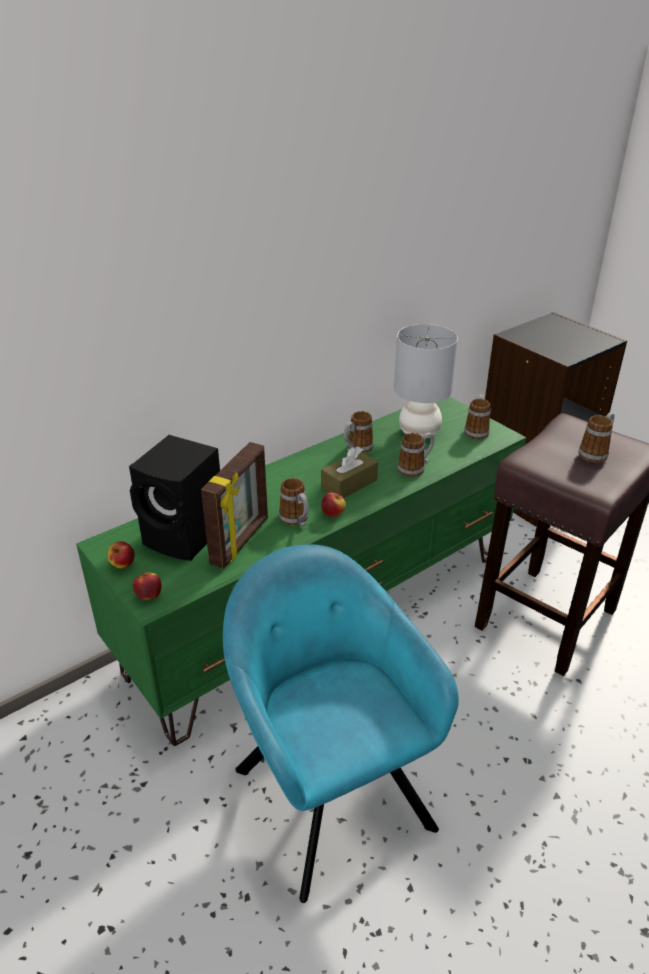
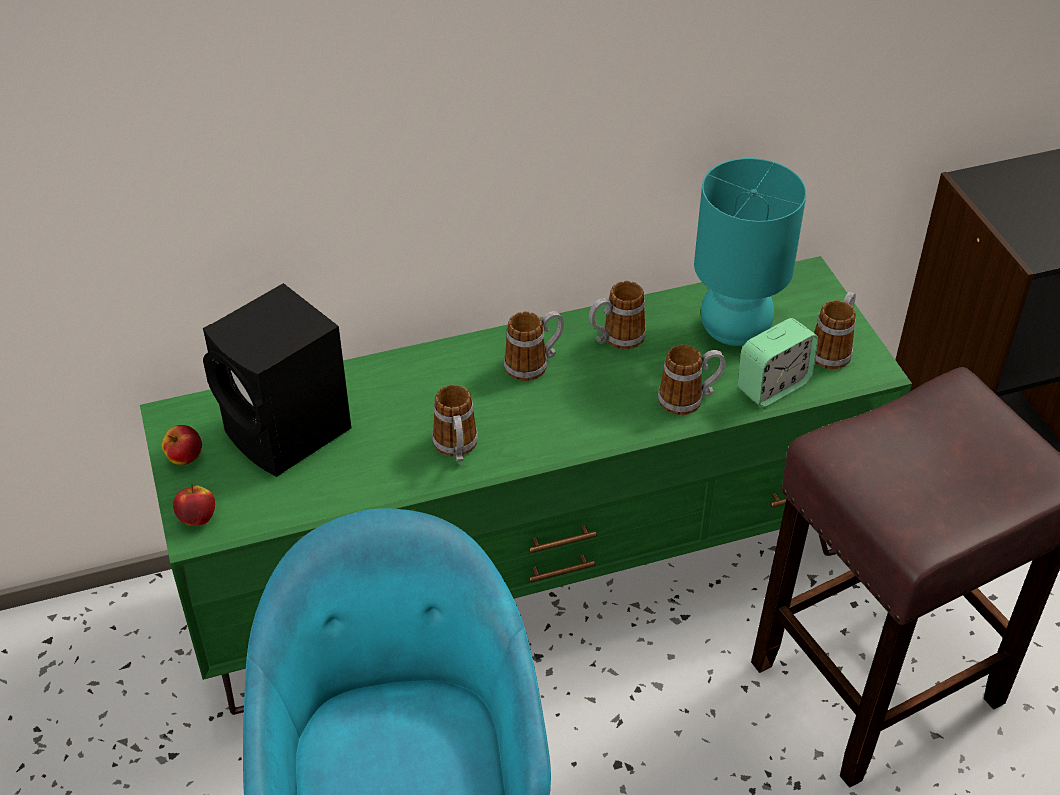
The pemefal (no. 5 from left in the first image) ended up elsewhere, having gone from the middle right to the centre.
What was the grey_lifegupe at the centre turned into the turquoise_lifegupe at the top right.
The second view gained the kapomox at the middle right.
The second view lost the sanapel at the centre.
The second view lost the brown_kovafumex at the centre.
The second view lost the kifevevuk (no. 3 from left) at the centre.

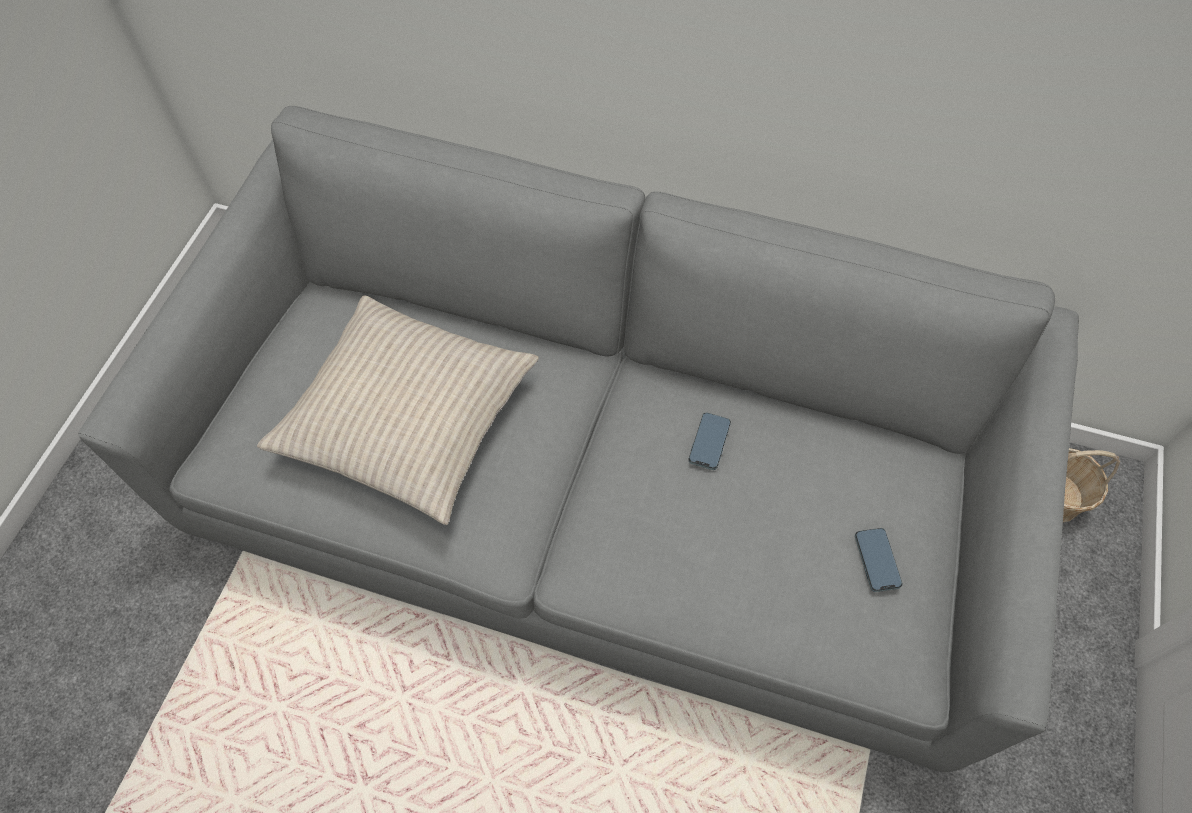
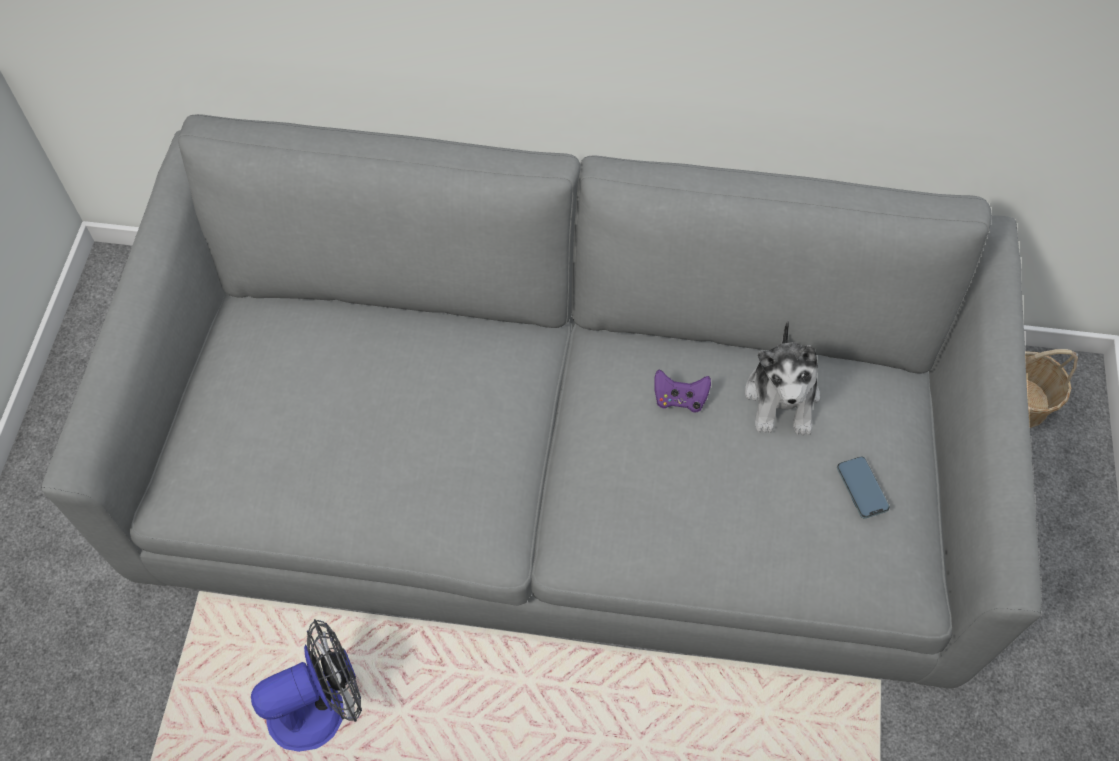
The second view gained the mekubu at the bottom left.
Where the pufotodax (no. 1 from left) stood at the centre, the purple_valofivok came to stand at the centre.
The second view gained the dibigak at the middle right.
The second view lost the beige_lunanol at the centre.

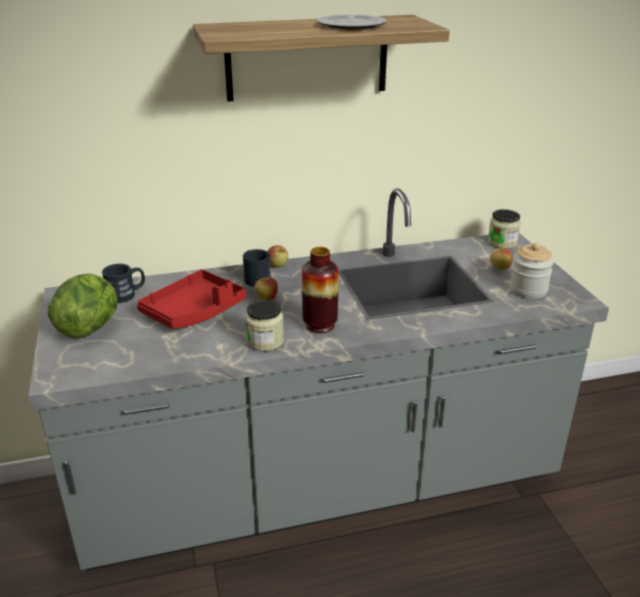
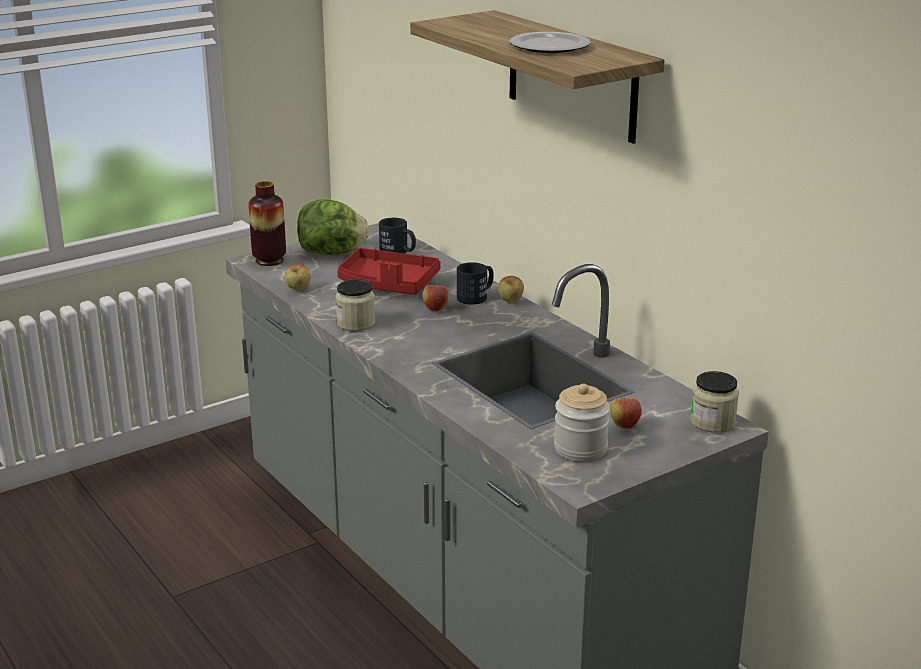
The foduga ended up elsewhere, having gone from the centre to the middle left.
The second view gained the kifevevuk (no. 1 from left) at the middle left.

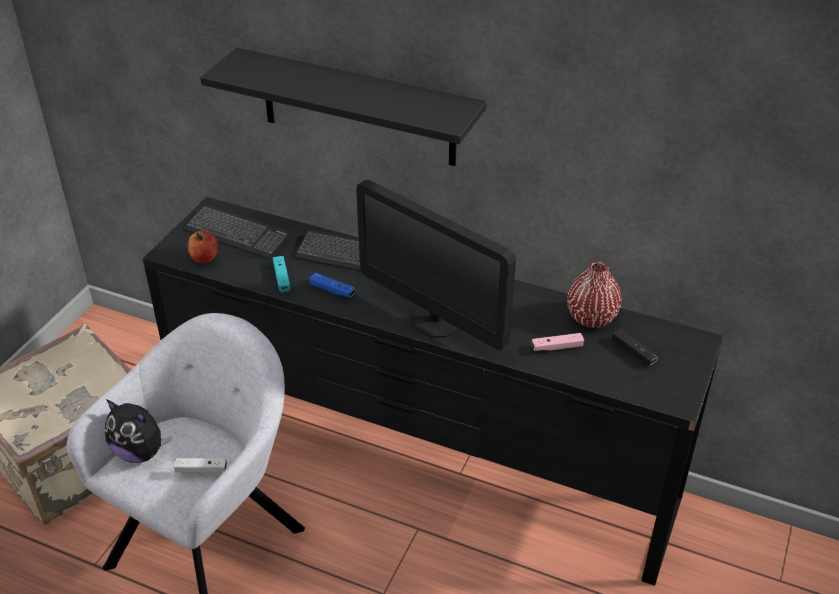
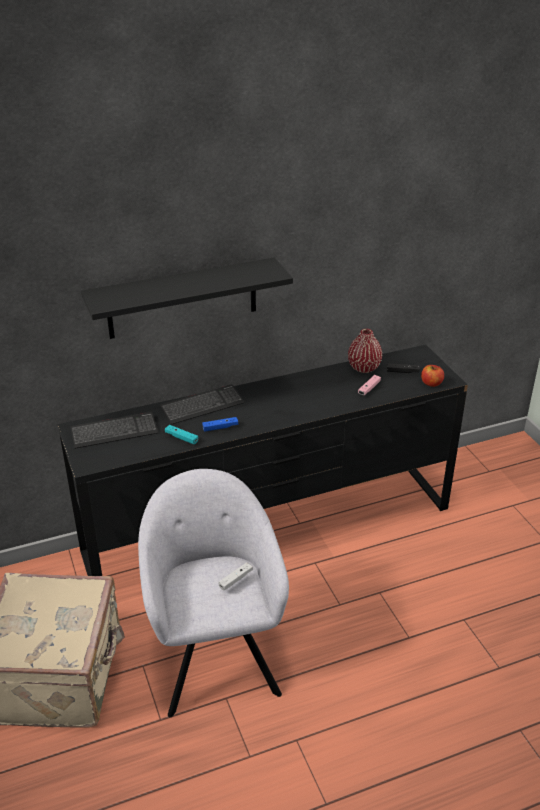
The kifevevuk ended up elsewhere, having gone from the middle left to the middle right.
The second view lost the dibigak at the bottom left.
The second view lost the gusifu at the centre.

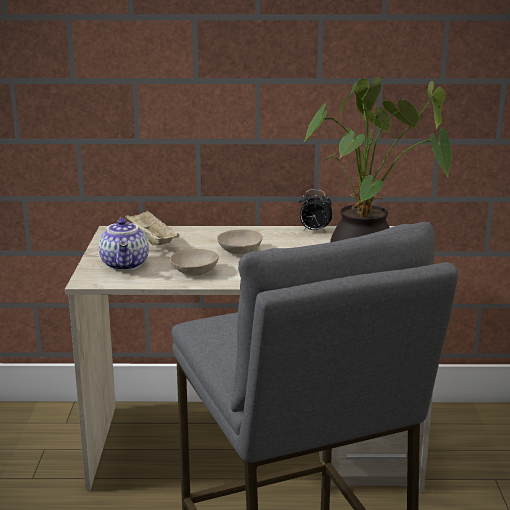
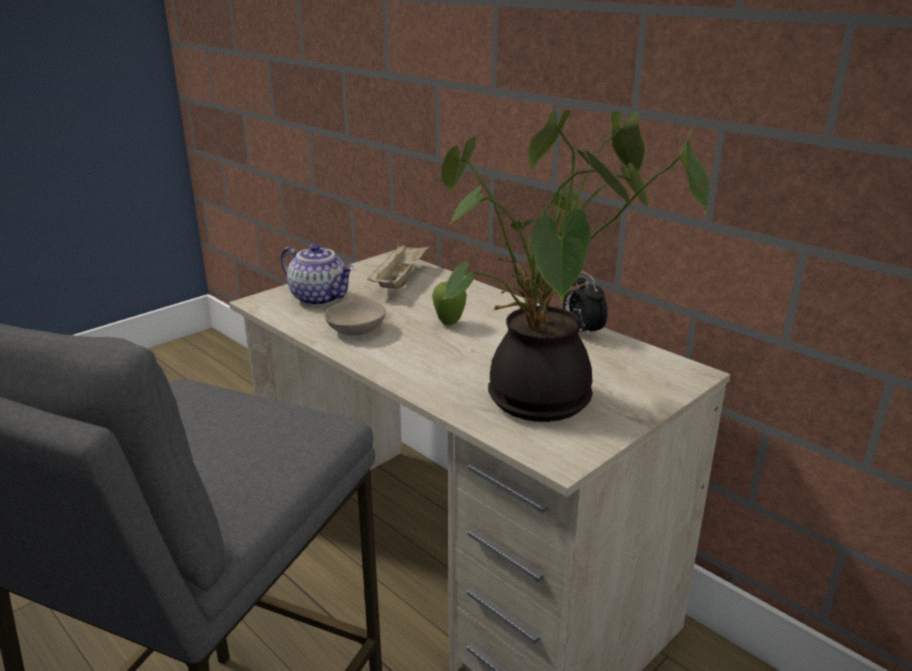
The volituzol at the middle left ended up facing another way, 90 degrees counterclockwise from before.
Where the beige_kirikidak (no. 2 from left) stood at the centre, the kifevevuk came to stand at the centre.

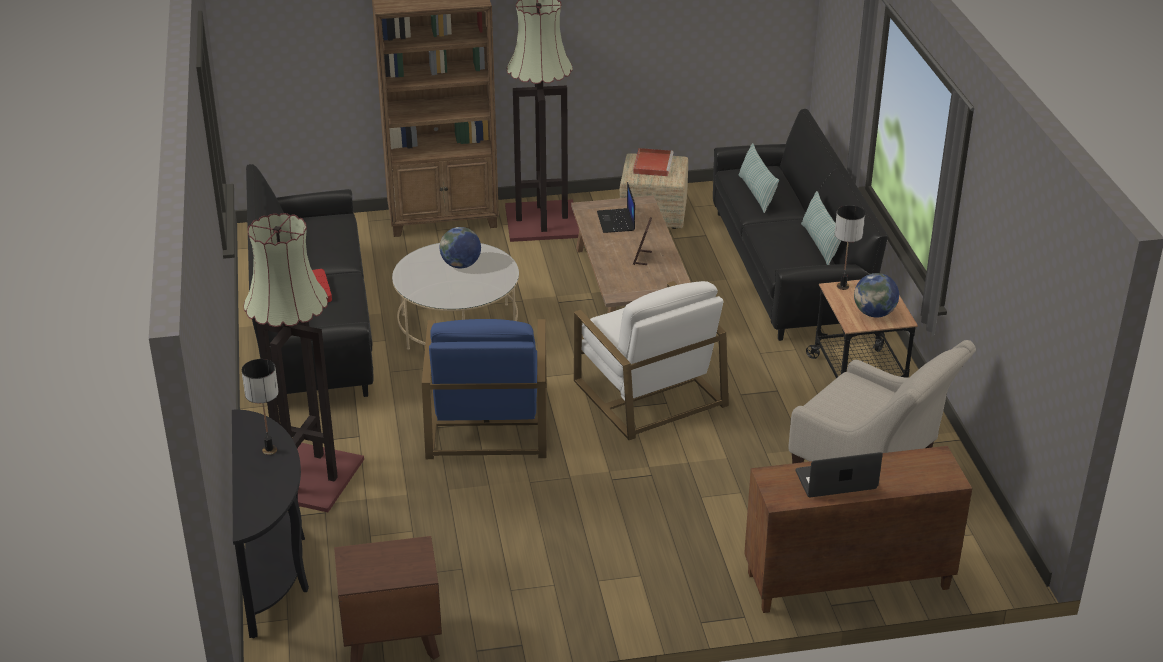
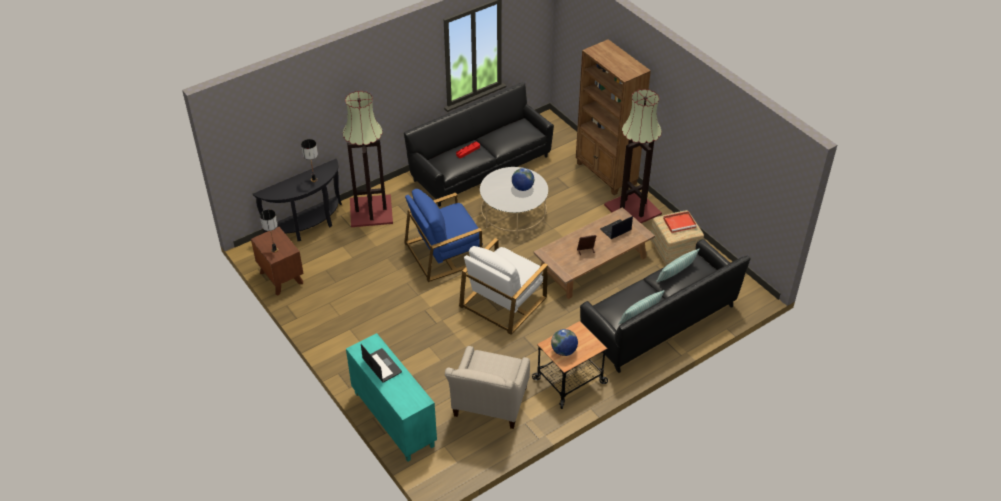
The lifegupe (no. 2 from left in the first image) ended up elsewhere, having gone from the middle right to the middle left.
What was the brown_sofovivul at the bottom right turned into the turquoise_sofovivul at the bottom centre.

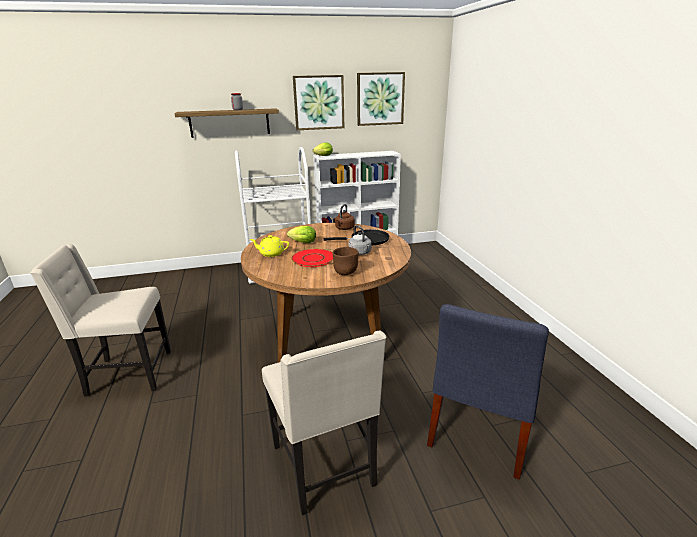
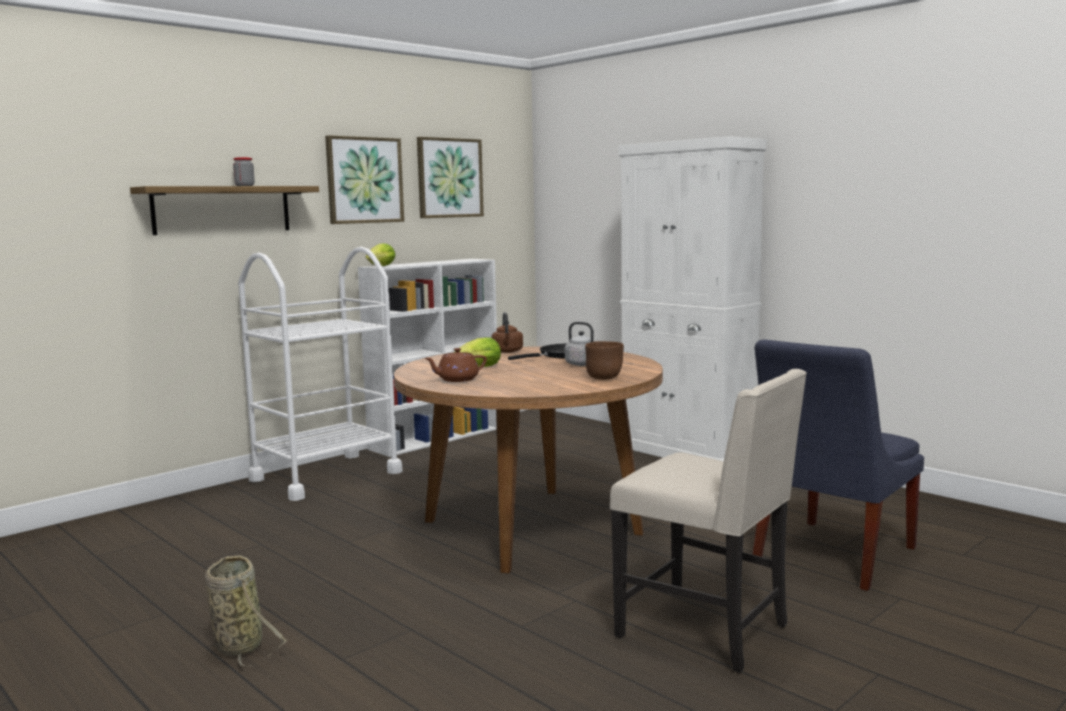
Where the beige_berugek (no. 1 from left) stood at the middle left, the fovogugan came to stand at the bottom left.
What was the yellow_volituzol at the centre turned into the brown_volituzol at the centre.
The second view gained the white_sofovivul at the centre.
The blue_berugek at the bottom right ended up facing another way, 45 degrees clockwise from before.
The second view lost the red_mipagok at the centre.

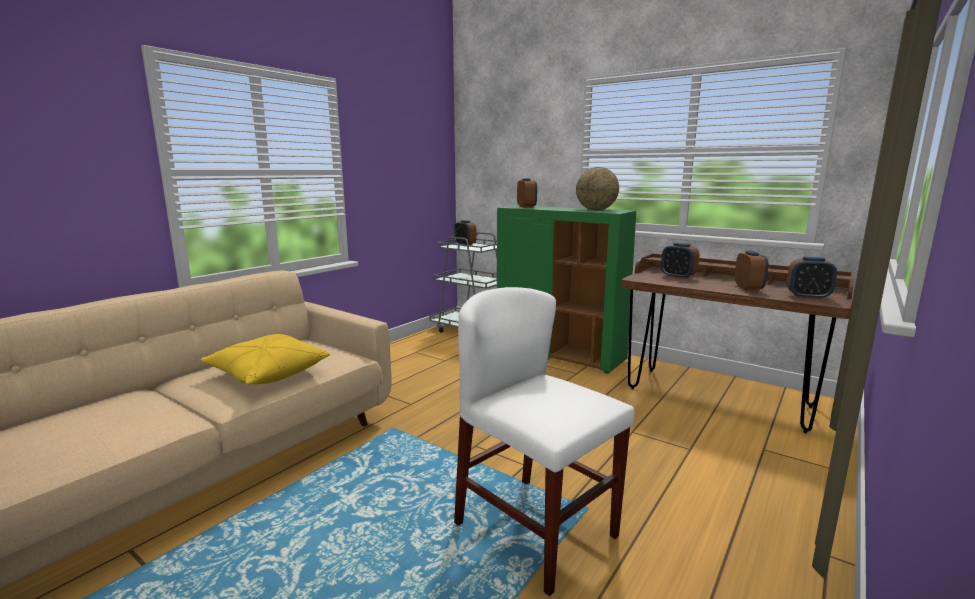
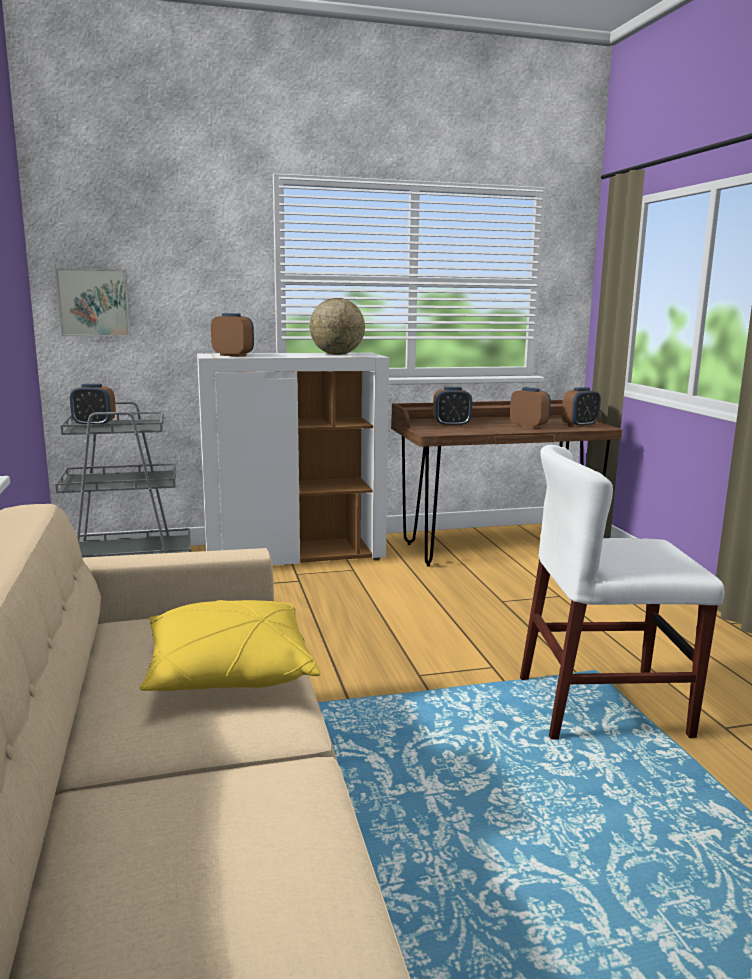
The second view gained the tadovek at the top left.
What was the green_sofovivul at the centre turned into the white_sofovivul at the centre.

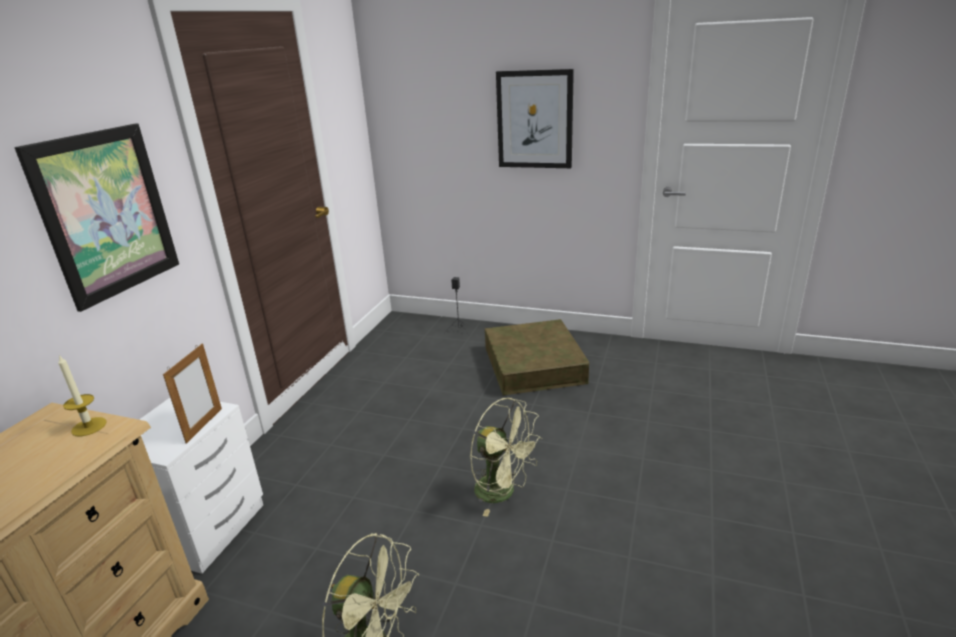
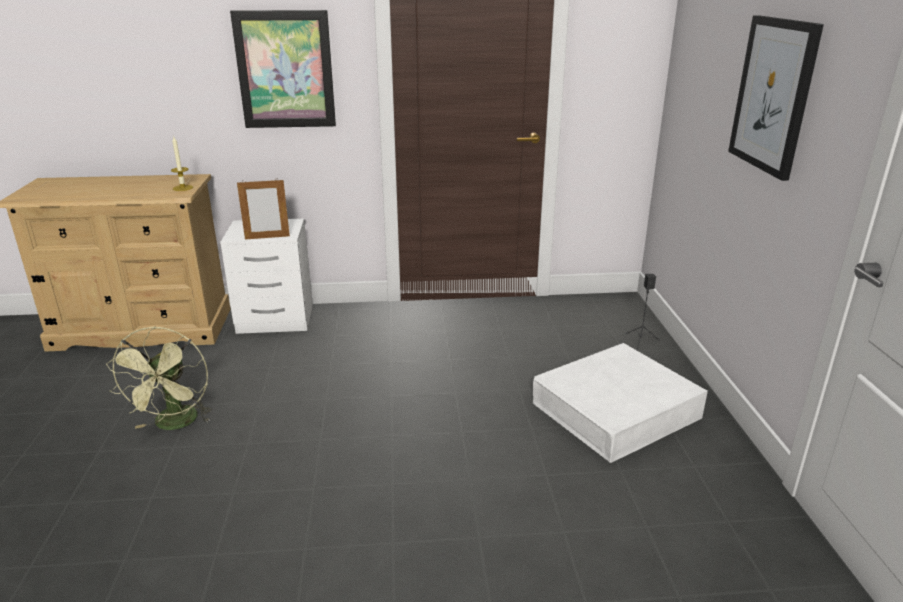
What was the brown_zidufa at the centre turned into the white_zidufa at the bottom right.
The second view lost the green_mekubu (no. 2 from left) at the bottom centre.

